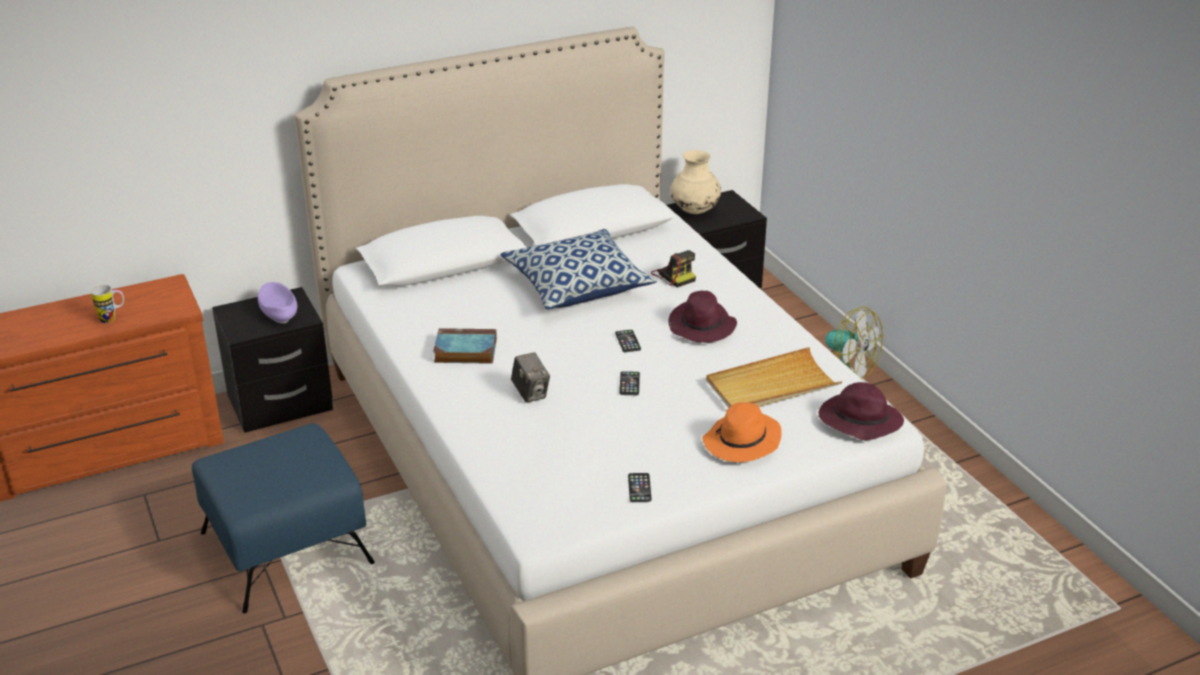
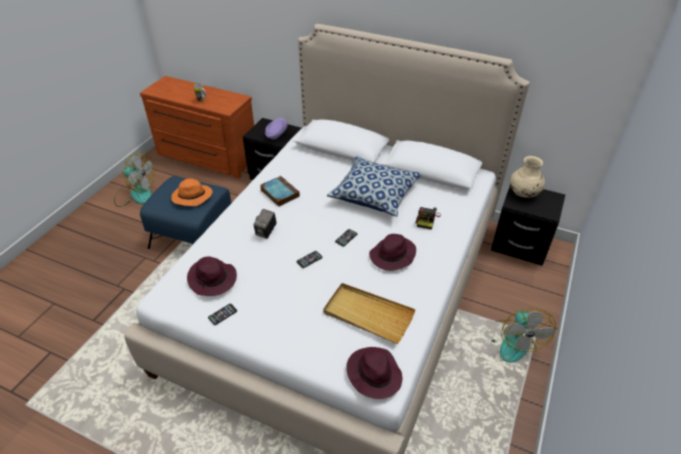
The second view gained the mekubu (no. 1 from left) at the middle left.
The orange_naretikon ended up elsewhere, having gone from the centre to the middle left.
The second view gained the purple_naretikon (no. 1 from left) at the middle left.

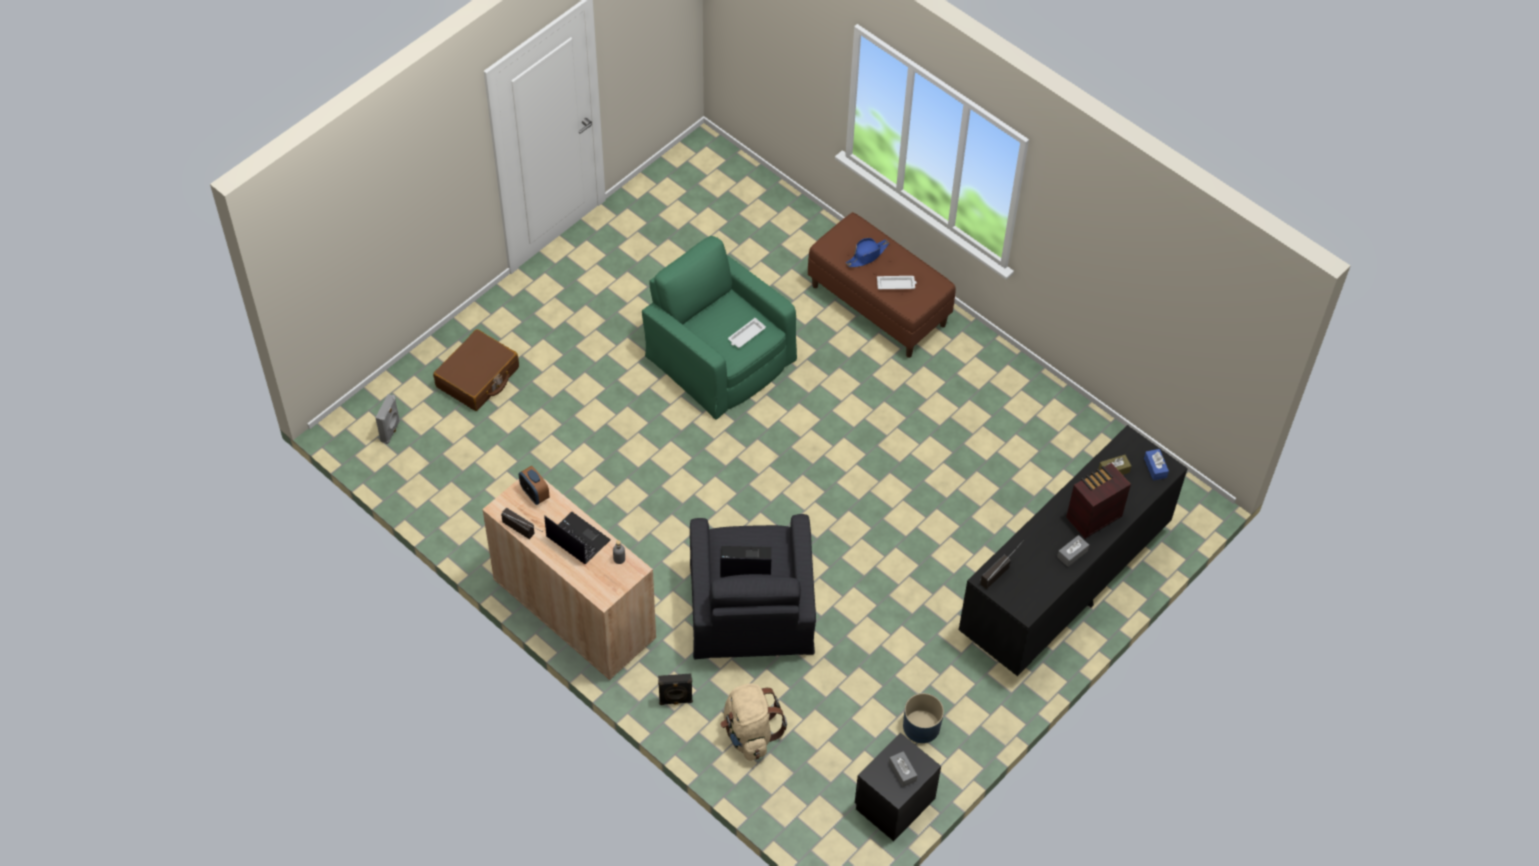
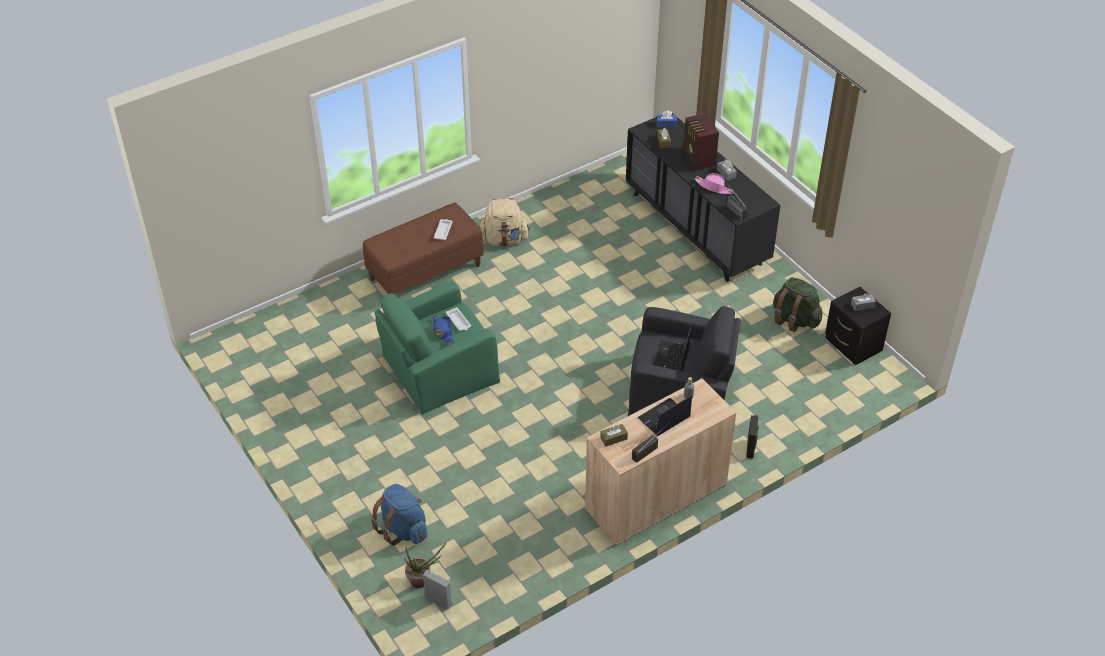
Where the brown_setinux stood at the middle left, the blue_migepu came to stand at the bottom centre.
The second view gained the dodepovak at the bottom centre.
The blue_naretikon ended up elsewhere, having gone from the top centre to the centre.
The beige_migepu ended up elsewhere, having gone from the bottom centre to the centre.
Where the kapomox stood at the centre, the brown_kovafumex (no. 1 from left) came to stand at the centre.
The second view gained the pink_naretikon at the top centre.
Where the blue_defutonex stood at the bottom centre, the green_migepu came to stand at the middle right.

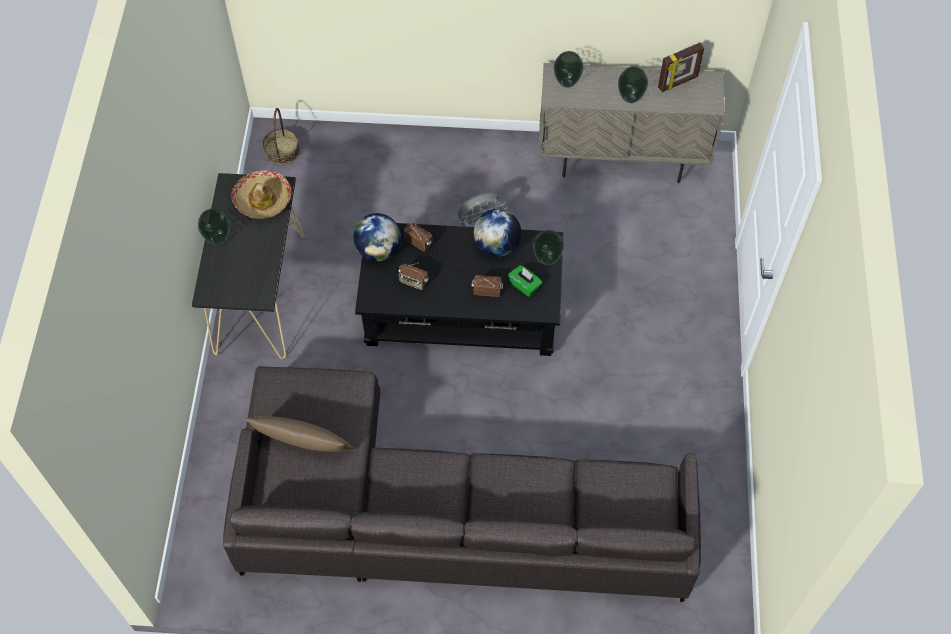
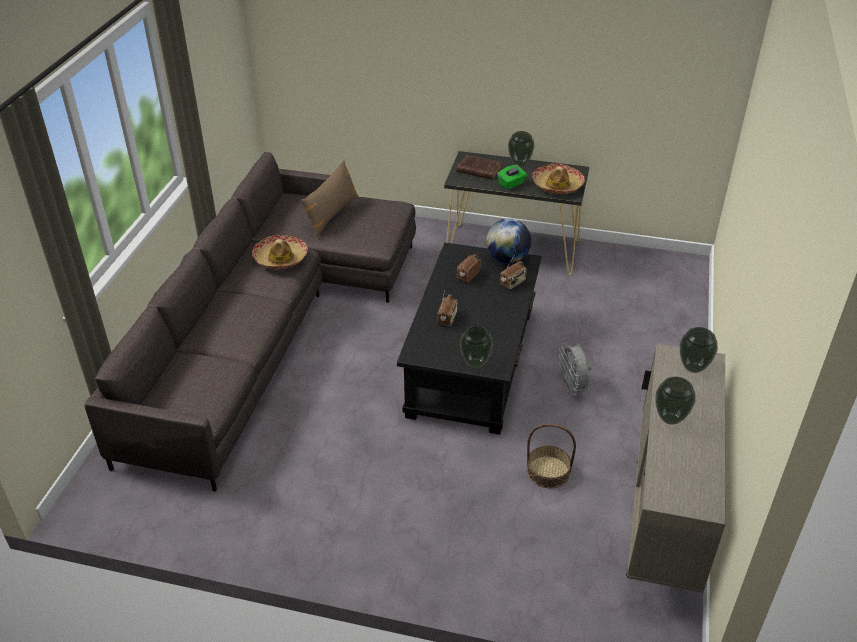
The second view gained the naretikon (no. 1 from left) at the middle left.
The second view gained the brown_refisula at the top centre.
The green_kovafumex ended up elsewhere, having gone from the centre to the top centre.
The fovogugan ended up elsewhere, having gone from the top left to the bottom centre.
The second view lost the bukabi (no. 2 from left) at the centre.
The second view lost the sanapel at the top right.

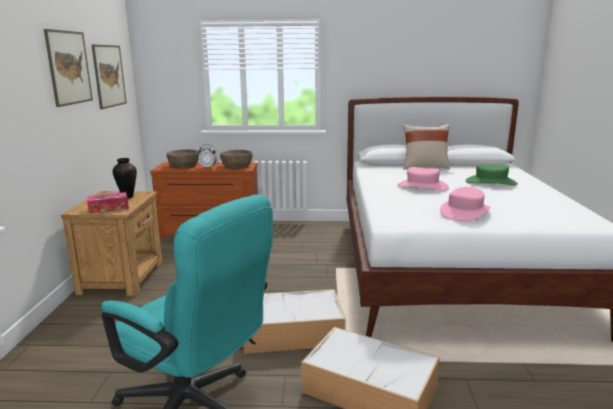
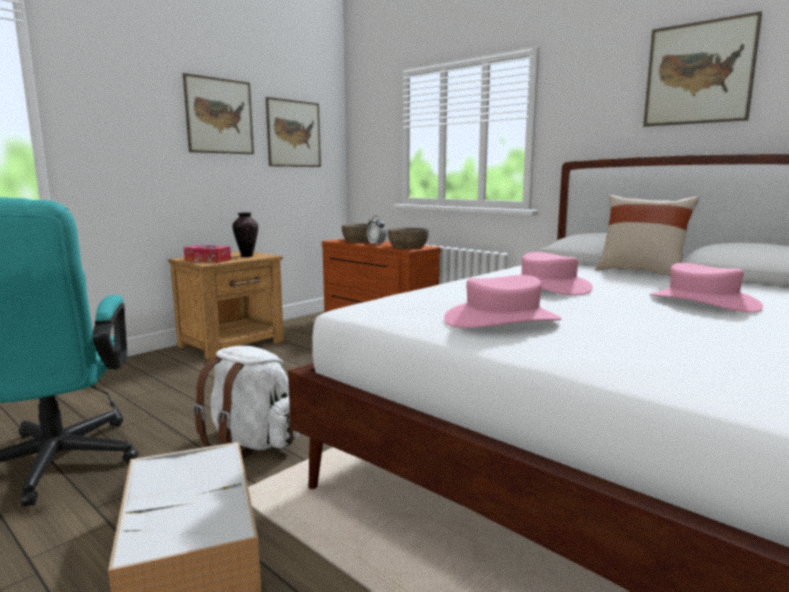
Where the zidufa (no. 1 from left) stood at the bottom centre, the white_migepu came to stand at the bottom left.
The second view gained the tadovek (no. 3 from left) at the top right.
What was the green_naretikon at the middle right turned into the pink_naretikon (no. 3 from left) at the middle right.

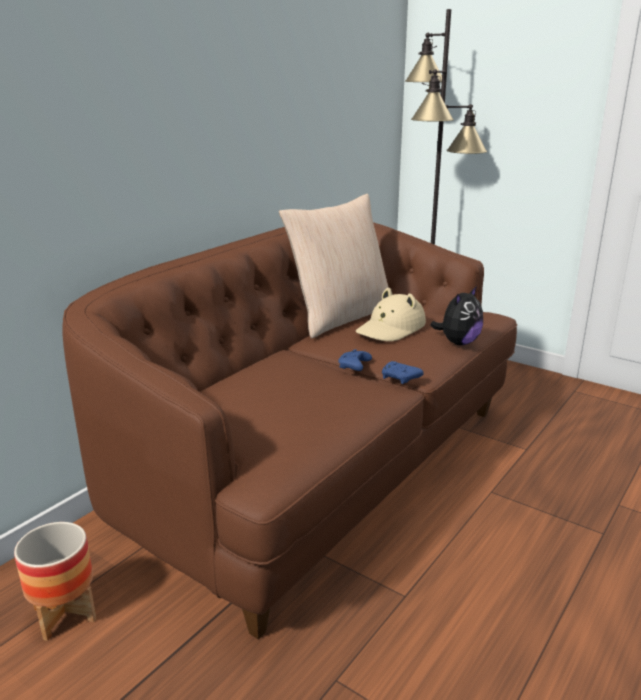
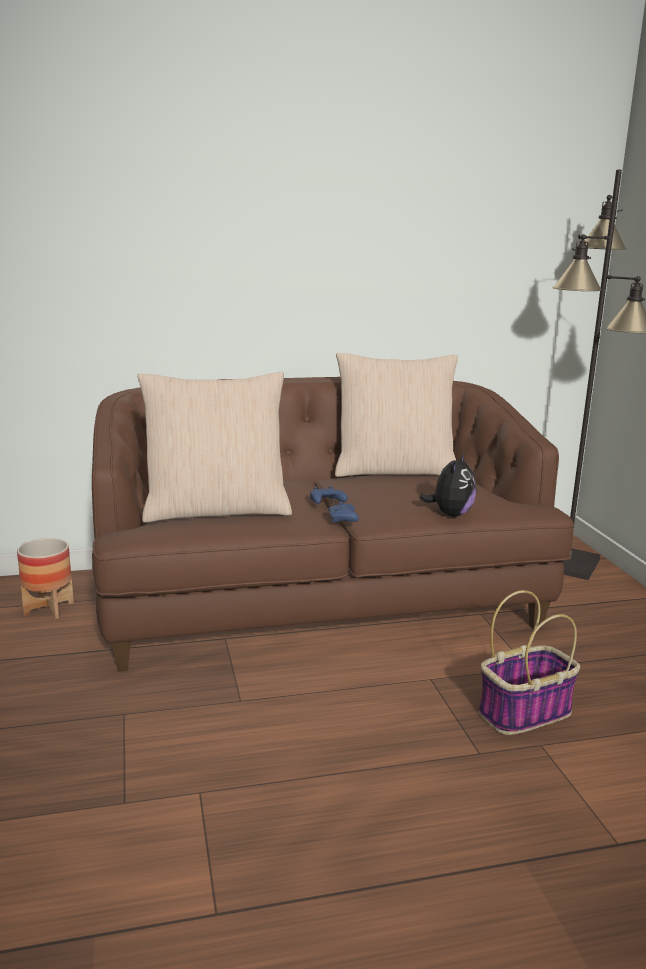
The second view gained the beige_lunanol (no. 1 from left) at the middle left.
The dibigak at the middle right ended up facing another way, 60 degrees counterclockwise from before.
The second view gained the fovogugan at the bottom right.
The second view lost the beige_naretikon at the centre.

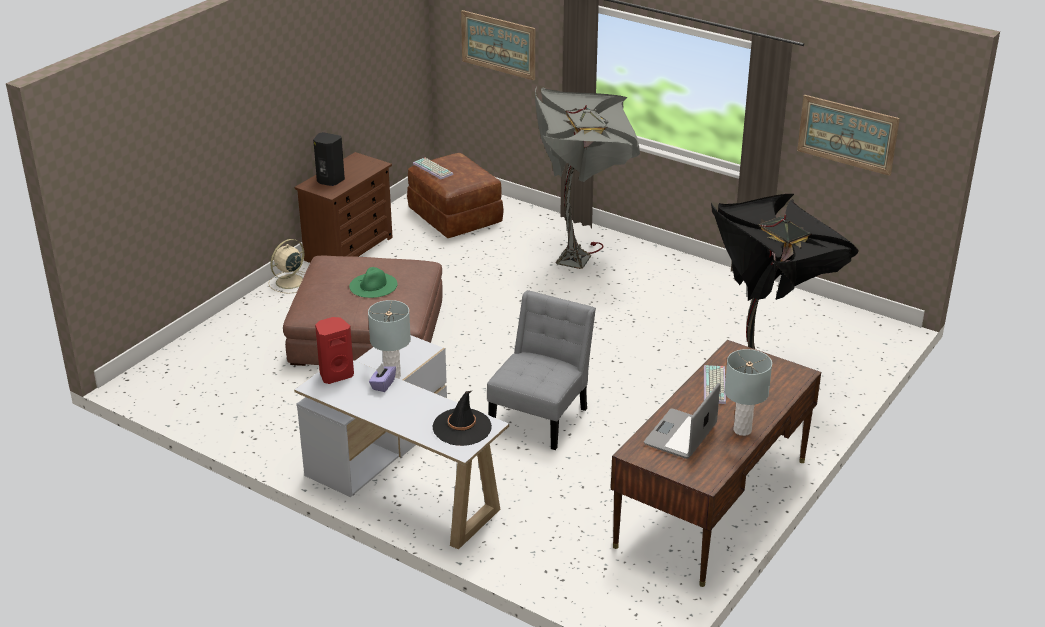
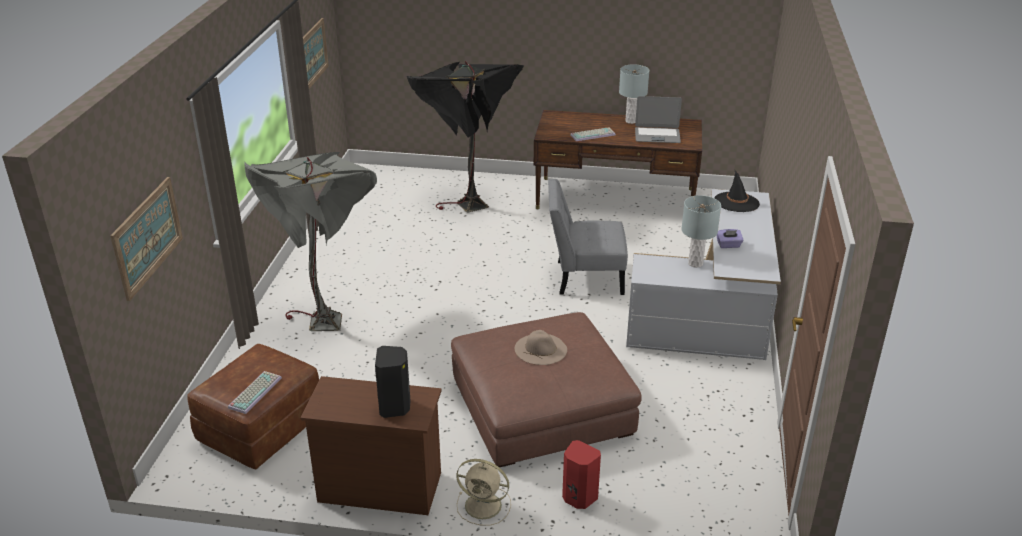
What was the green_naretikon at the centre turned into the beige_naretikon at the centre.
The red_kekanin ended up elsewhere, having gone from the middle left to the bottom centre.

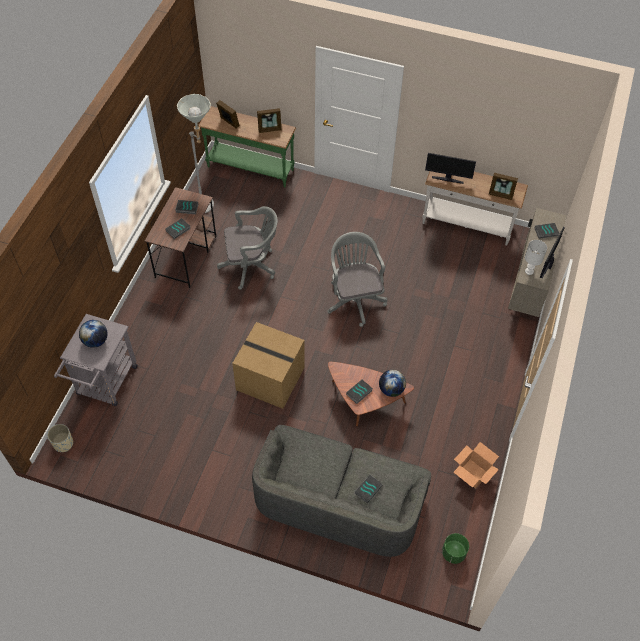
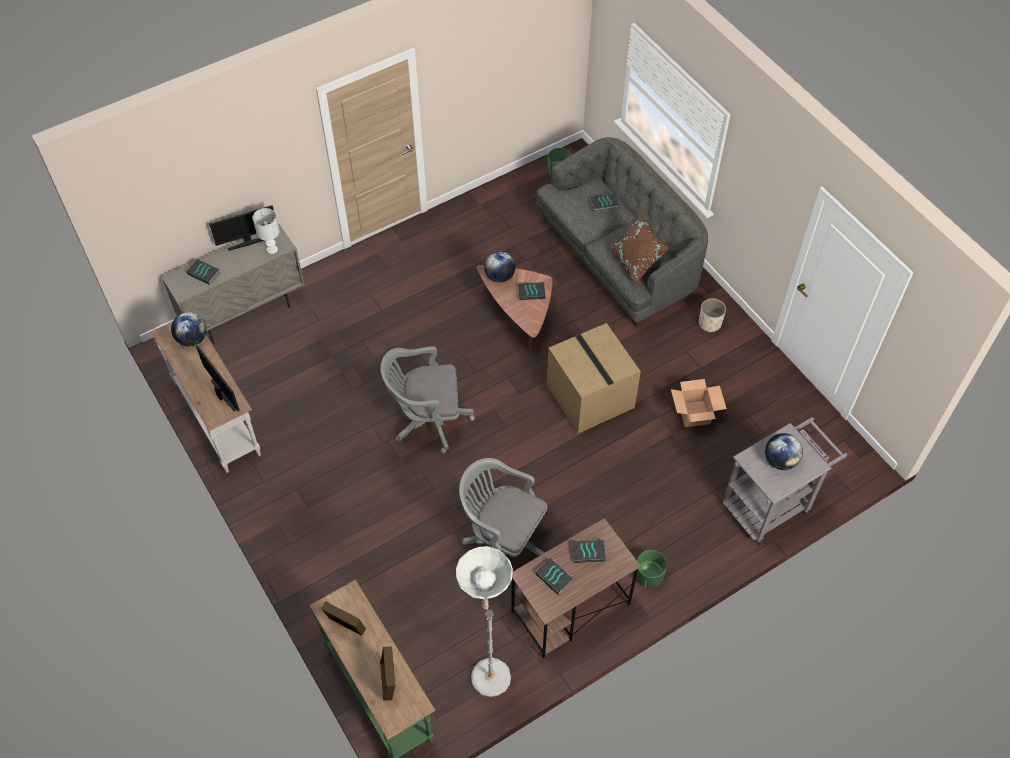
Where the sanapel (no. 3 from left) stood at the top right, the bukabi (no. 1 from left) came to stand at the middle left.
The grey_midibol (no. 2 from left in the first image) at the centre ended up facing another way, 60 degrees clockwise from before.
The second view gained the brown_lunanol at the top centre.
The second view gained the green_defutonex (no. 2 from left) at the bottom centre.
The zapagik (no. 2 from left) ended up elsewhere, having gone from the bottom right to the middle right.
The beige_defutonex ended up elsewhere, having gone from the bottom left to the middle right.

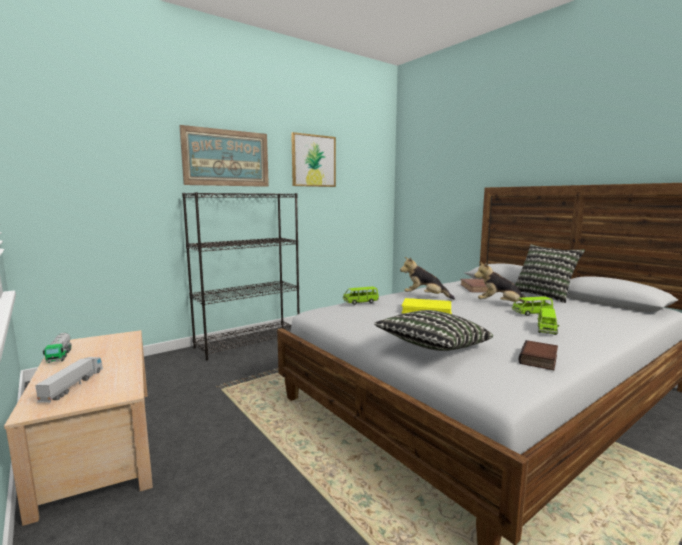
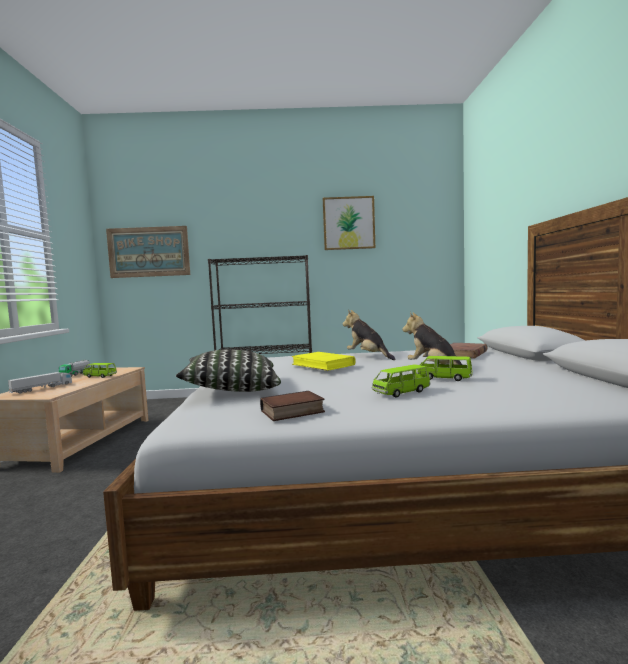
The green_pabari (no. 1 from left) ended up elsewhere, having gone from the centre to the middle left.
The tadovek (no. 1 from left) ended up elsewhere, having gone from the top left to the middle left.
The second view lost the lunanol (no. 2 from left) at the middle right.

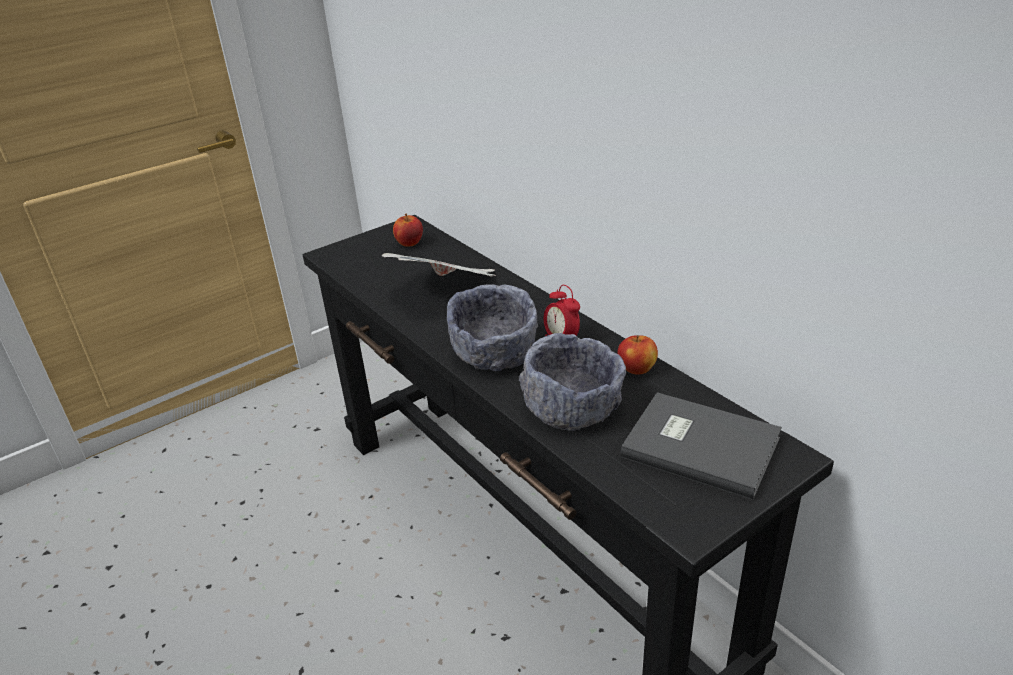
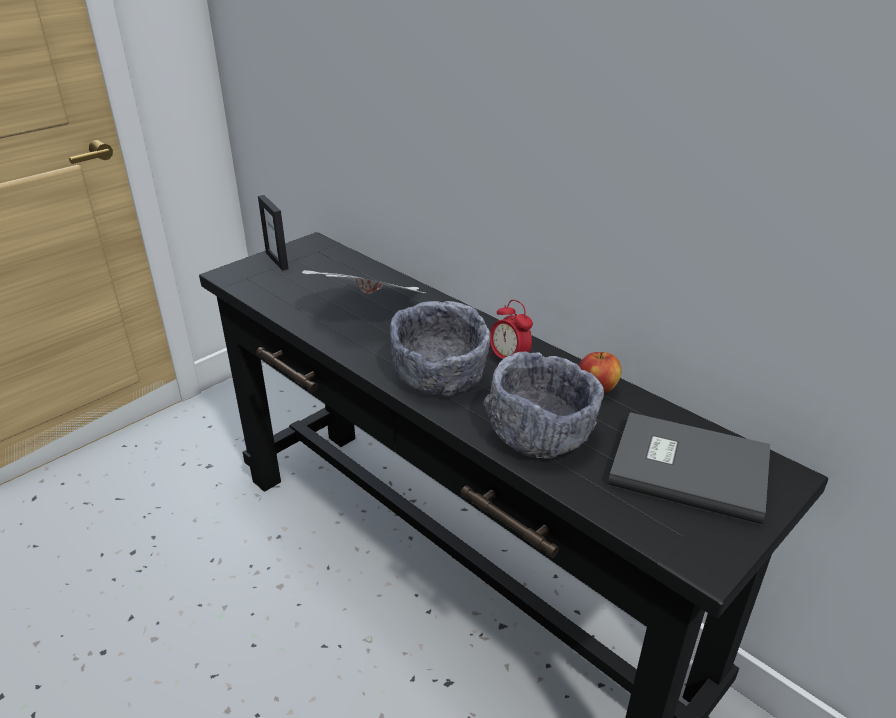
The second view gained the sanapel at the top left.
The second view lost the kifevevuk (no. 1 from left) at the centre.

